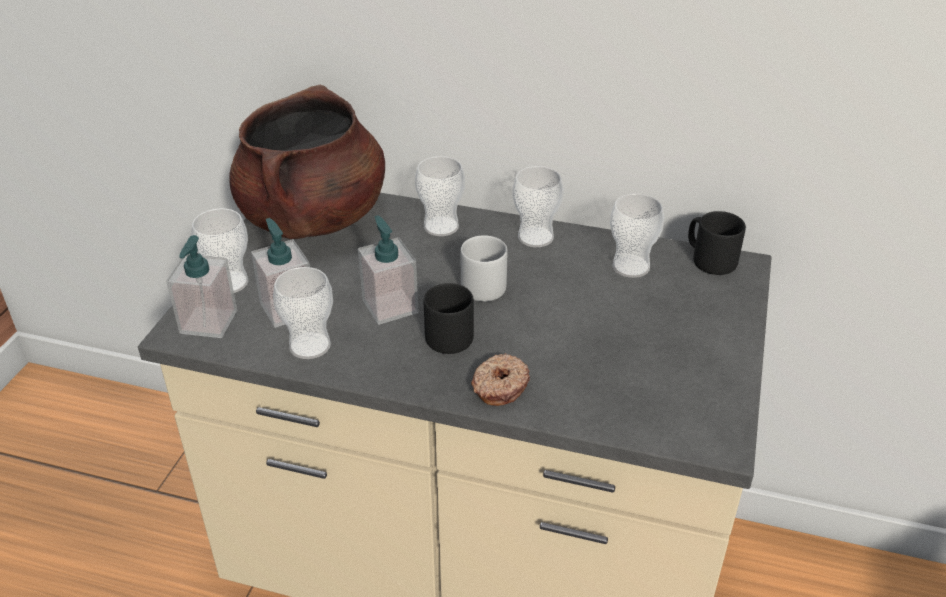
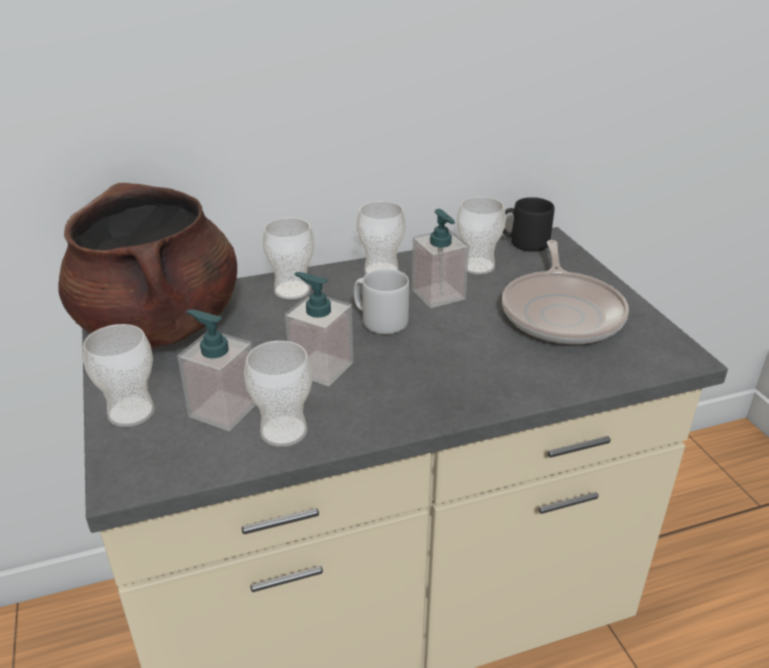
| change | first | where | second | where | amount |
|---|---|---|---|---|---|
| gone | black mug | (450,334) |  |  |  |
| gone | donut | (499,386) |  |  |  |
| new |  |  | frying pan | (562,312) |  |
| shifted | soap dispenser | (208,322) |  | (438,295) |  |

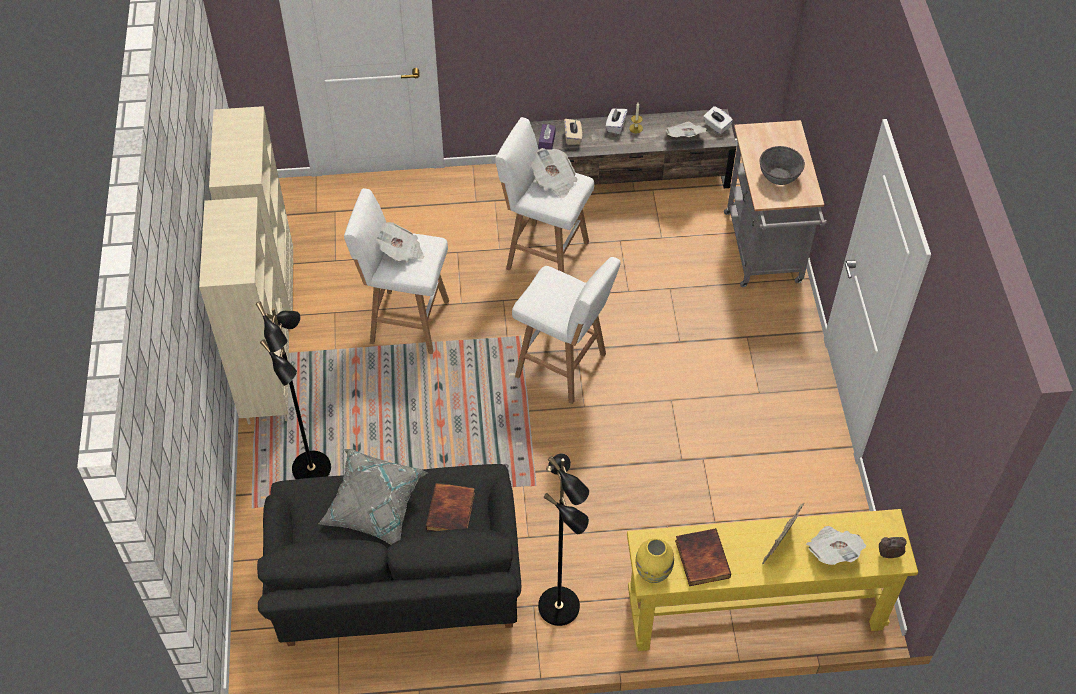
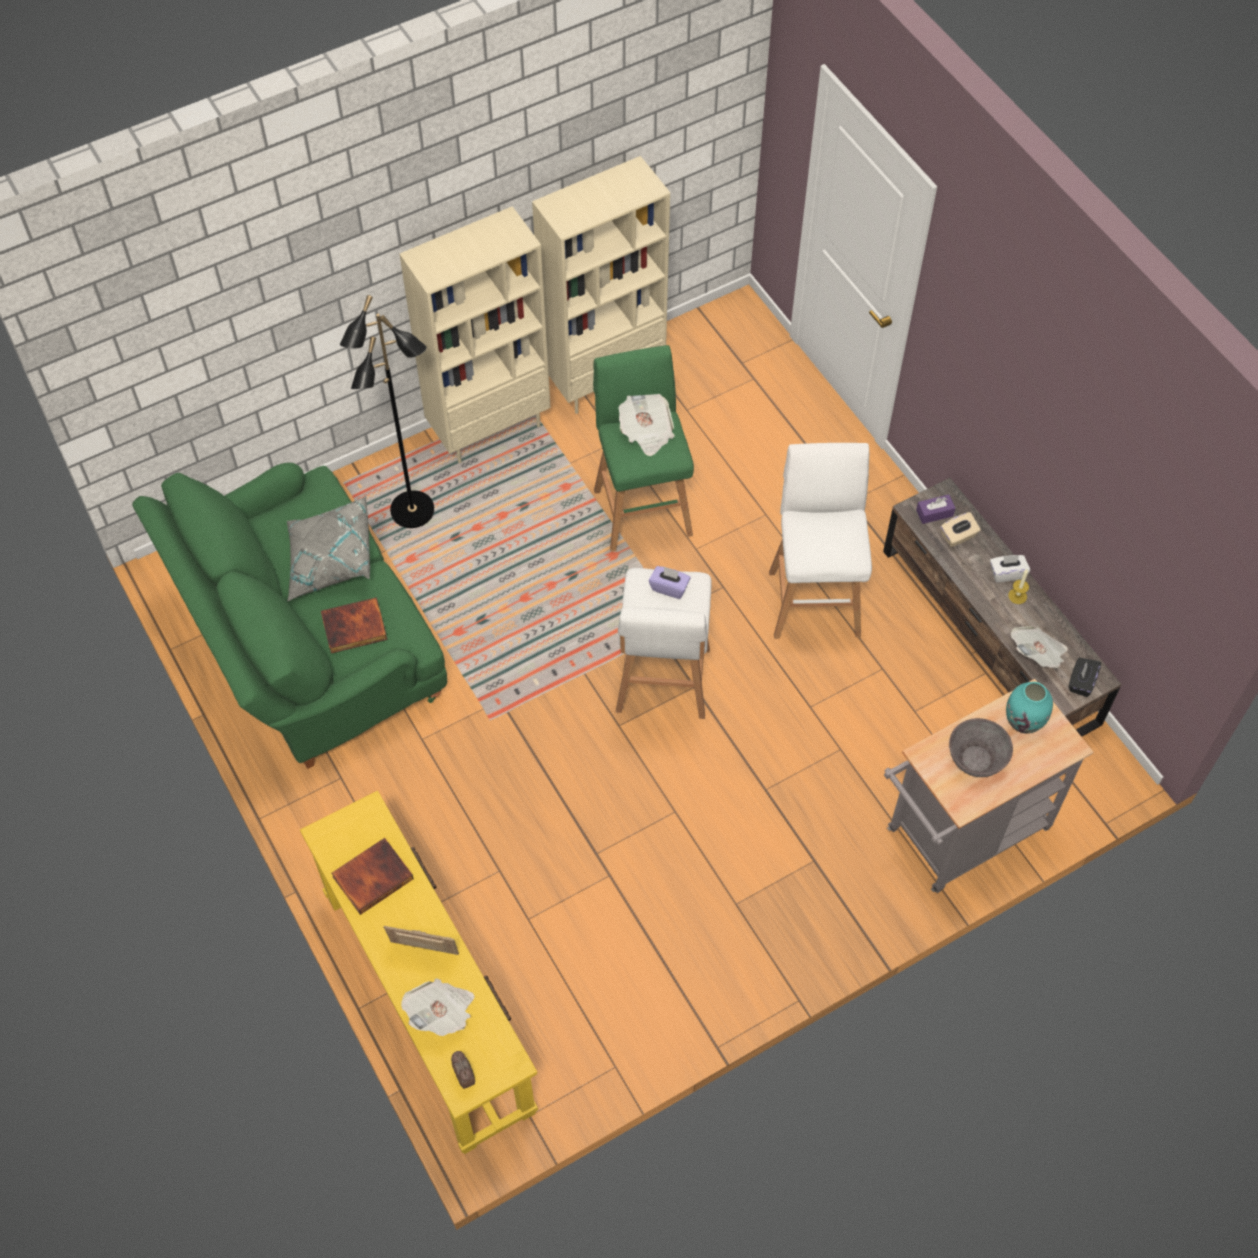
| change | first | where | second | where | amount |
|---|---|---|---|---|---|
| gone | newspaper | (554,181) |  |  |  |
| gone | black floor lamp | (560,606) |  |  |  |
| gone | yellow vase | (653,573) |  |  |  |
| new |  |  | purple tissue box | (669,587) |  |
| new |  |  | turquoise vase | (1024,721) |  |
| repainted | black sofa | (398,588) | green sofa | (308,647) |  |
| repainted | white stool | (406,321) | green stool | (642,509) |  |
| repainted | white tissue box | (716,126) | black tissue box | (1081,682) |  |

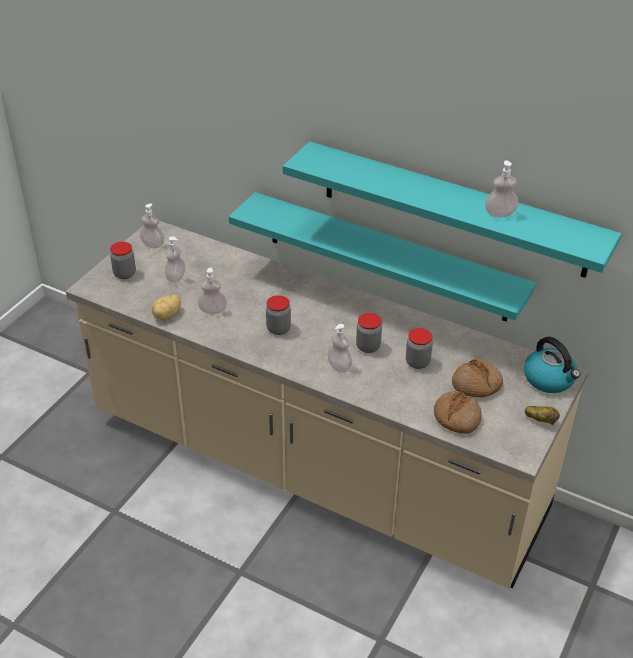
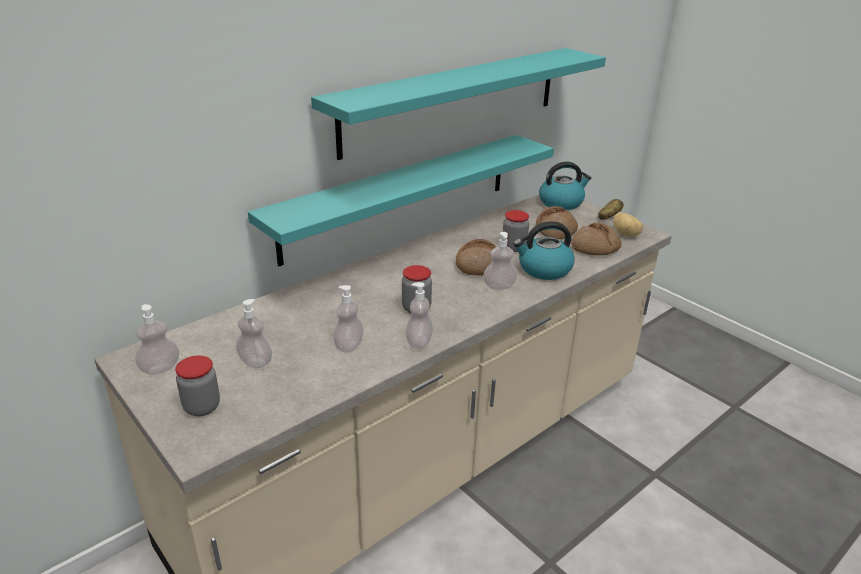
| change | first | where | second | where | amount |
|---|---|---|---|---|---|
| new |  |  | kettle | (543,269) |  |
| shifted | potato | (167,315) |  | (626,234) |  |
| shifted | soap dispenser | (500,213) |  | (419,342) |  |
| swapped | jar | (368,347) | bread | (477,265) |  |

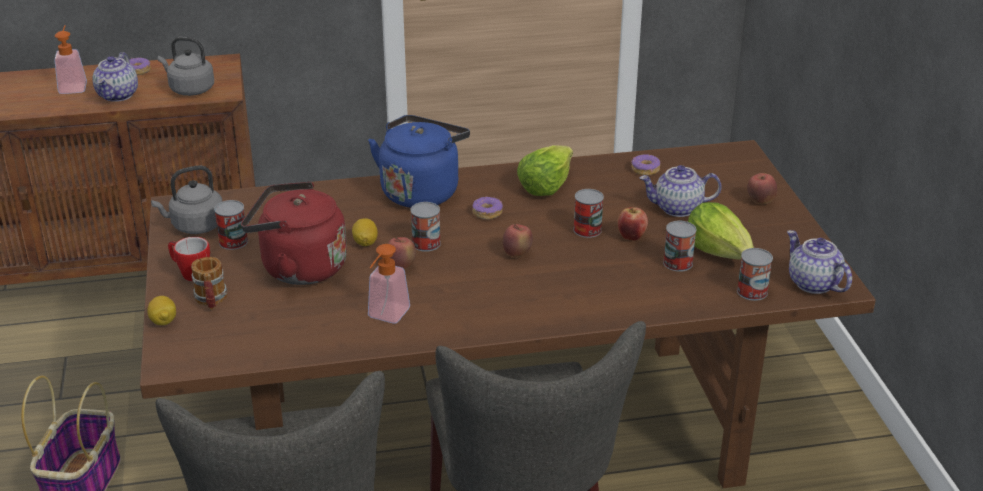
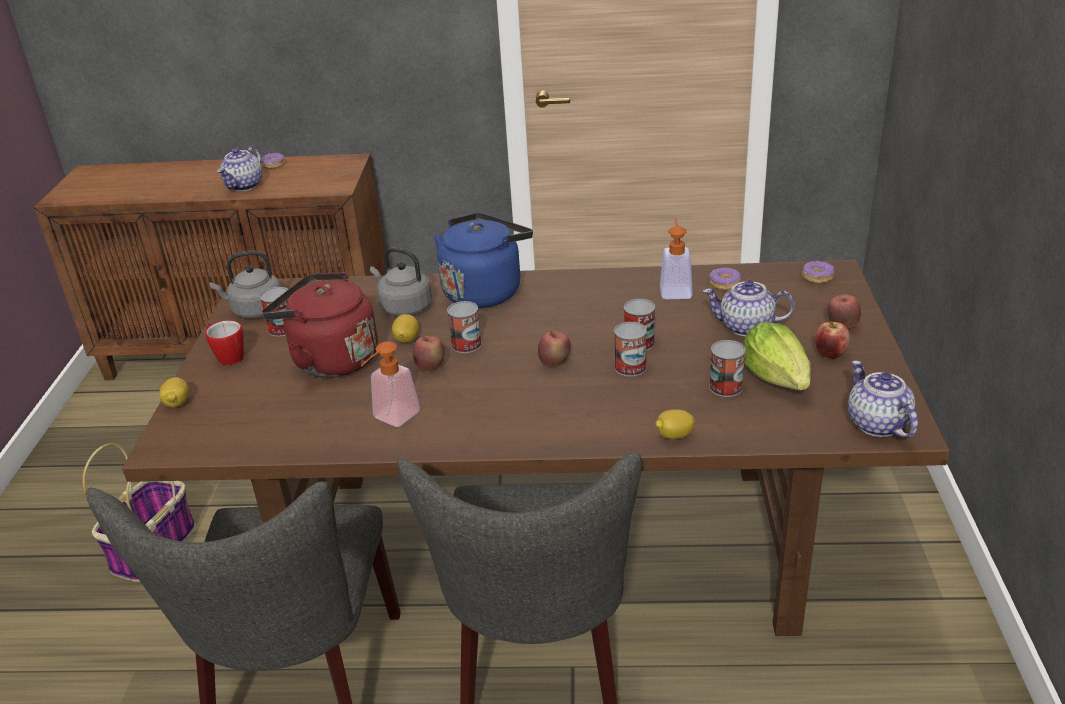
| change | first | where | second | where | amount |
|---|---|---|---|---|---|
| gone | mug | (211,301) |  |  |  |
| gone | lettuce | (545,185) |  |  |  |
| new |  |  | lemon | (674,436) |  |
| shifted | soap dispenser | (73,86) |  | (675,289) |  |
| shifted | grey kettle | (189,89) |  | (404,307) |  |
| shifted | donut | (487,213) |  | (817,277) |  |
| shifted | apple | (631,237) |  | (830,354) |  |
| shifted | can | (752,291) |  | (630,367) |  |

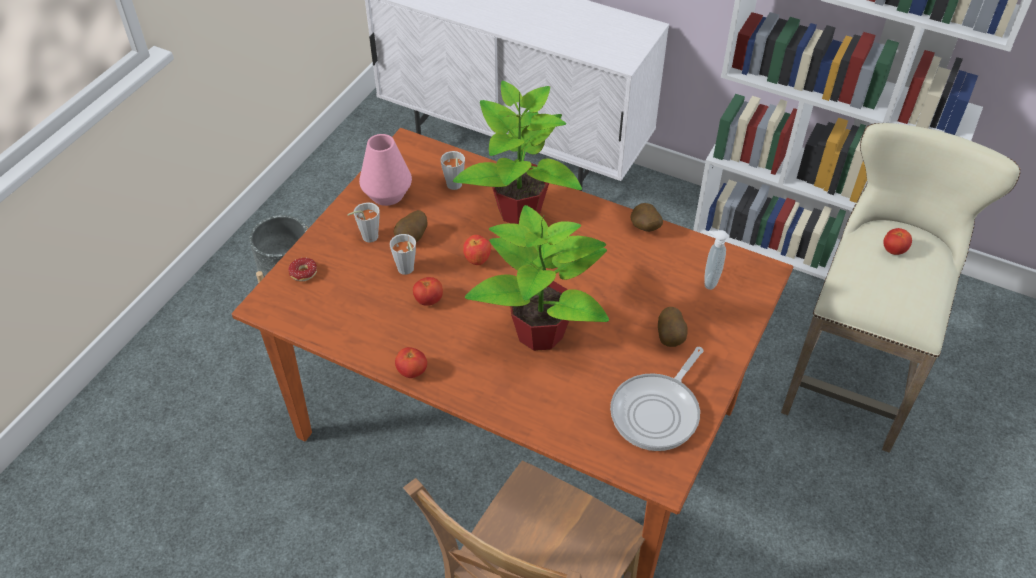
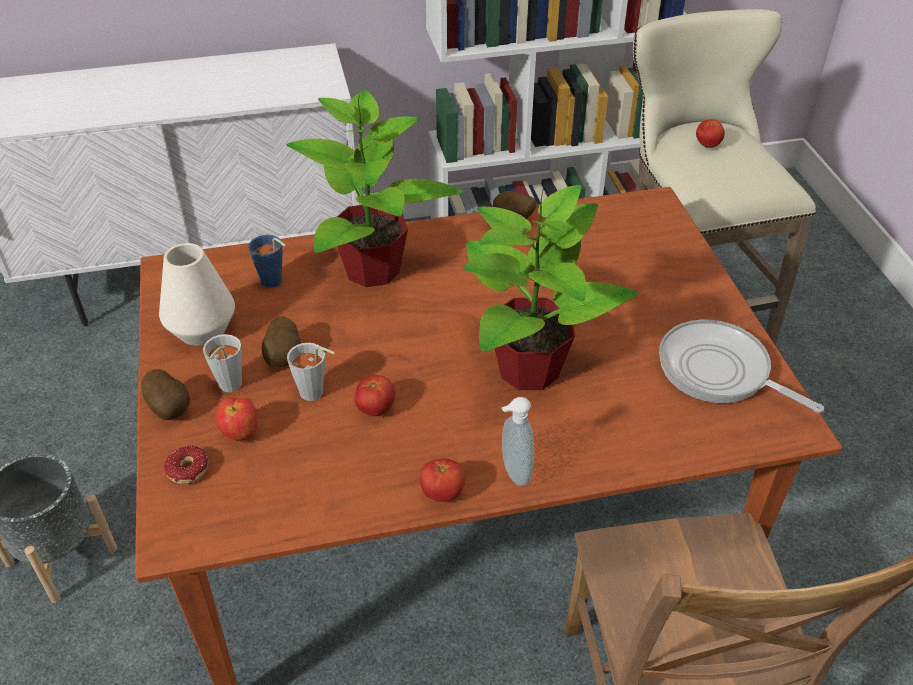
| change | first | where | second | where | amount |
|---|---|---|---|---|---|
| shifted | apple | (477,261) |  | (241,434) |  |
| shifted | potato | (671,338) |  | (170,409) |  |
| shifted | soap dispenser | (709,280) |  | (513,473) |  |
| repainted | pink vase | (387,194) | white vase | (202,329) |  |
| repainted | grey cup | (454,187) | blue cup | (274,283) |  |
| rotated | frying pan | (658,412) |  | (719,372) | 135 degrees clockwise |

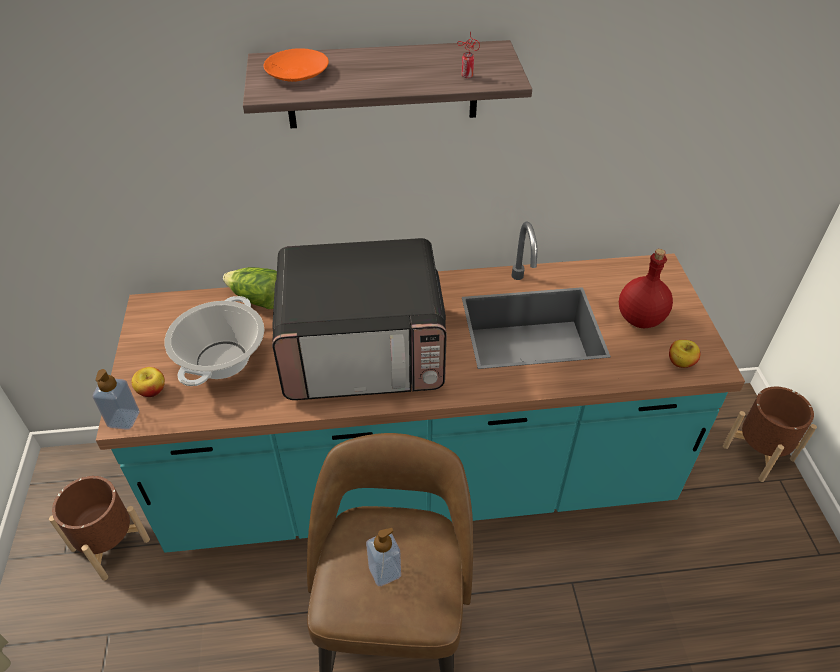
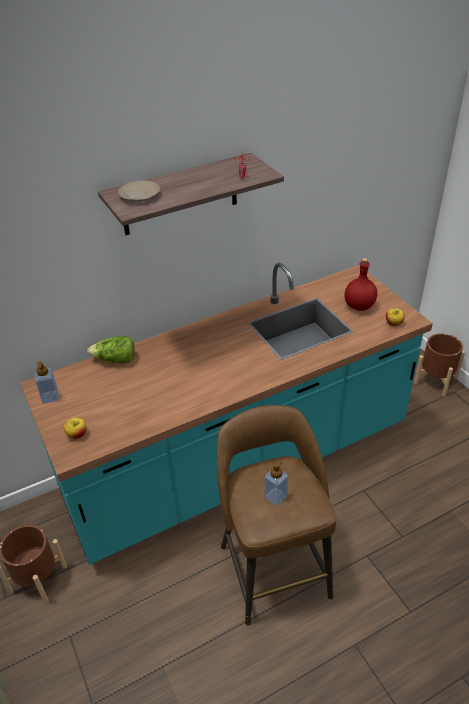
| change | first | where | second | where | amount |
|---|---|---|---|---|---|
| gone | cooking pot | (221,360) |  |  |  |
| gone | microwave | (364,351) |  |  |  |
| shifted | soap dispenser | (124,419) |  | (50,397) |  |
| repainted | orange plate | (296,73) | beige plate | (139,196) |  |

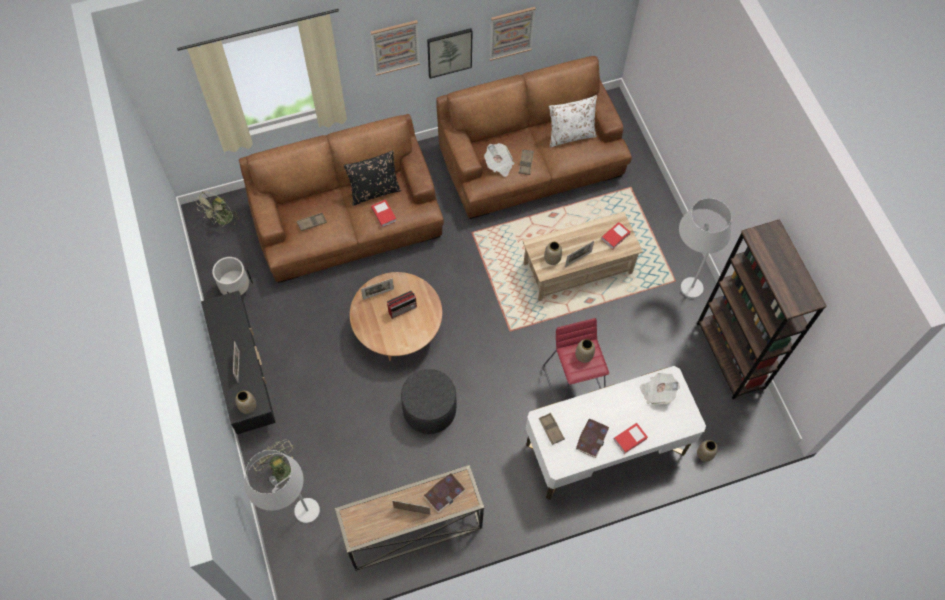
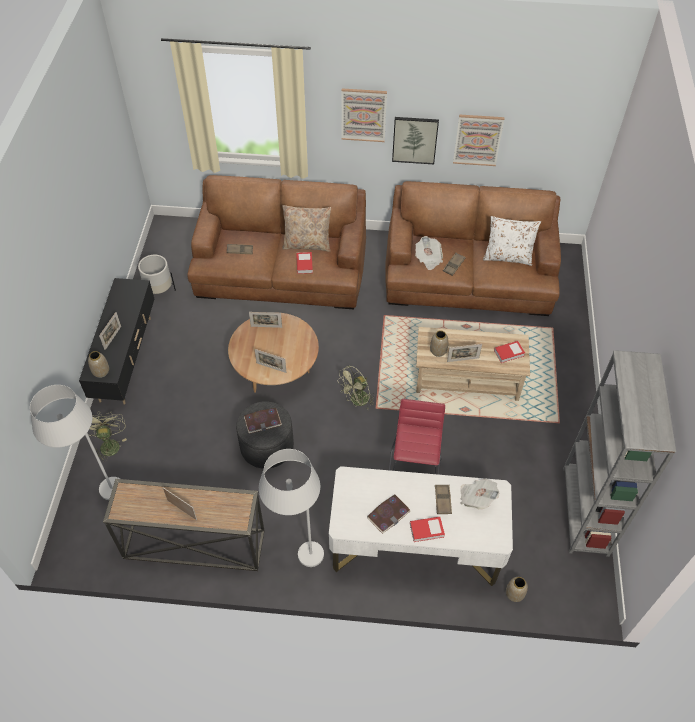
| change | first | where | second | where | amount |
|---|---|---|---|---|---|
| gone | radio | (403,309) |  |  |  |
| gone | vase | (584,356) |  |  |  |
| new |  |  | picture frame | (271,368) |  |
| shifted | green fan | (222,221) |  | (357,401) |  |
| shifted | book | (444,493) |  | (262,421) |  |
| shifted | brown tray | (551,429) |  | (442,500) |  |
| shifted | white floor lamp | (679,290) |  | (296,551) |  |
| repainted | black pillow | (374,191) | beige pillow | (307,244) |  |
| repainted | brown bookcase | (730,356) | grey bookcase | (585,511) |  |

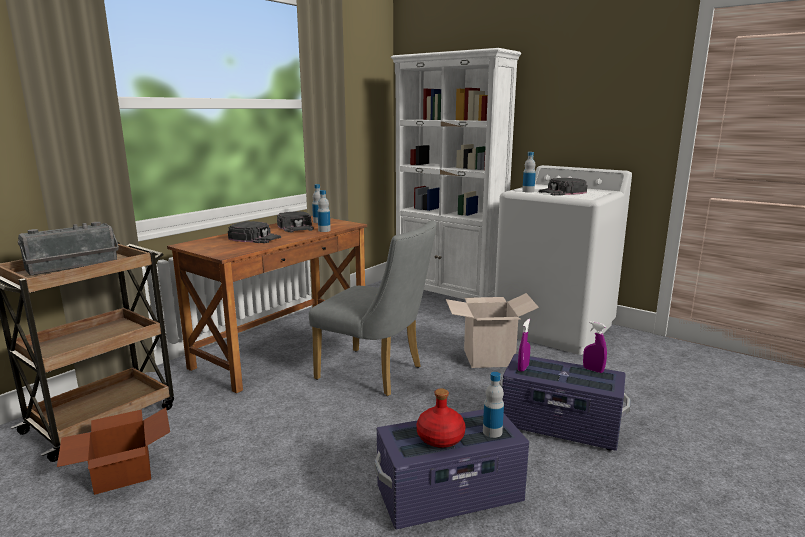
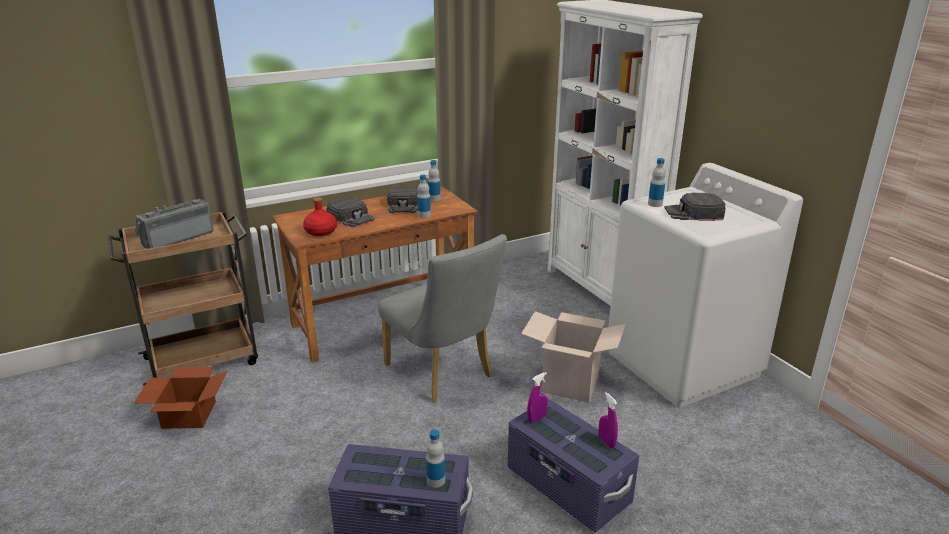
| change | first | where | second | where | amount |
|---|---|---|---|---|---|
| shifted | red bottle | (440,437) |  | (321,231) |  |
| rotated | radio | (73,268) |  | (177,238) | 150 degrees clockwise |

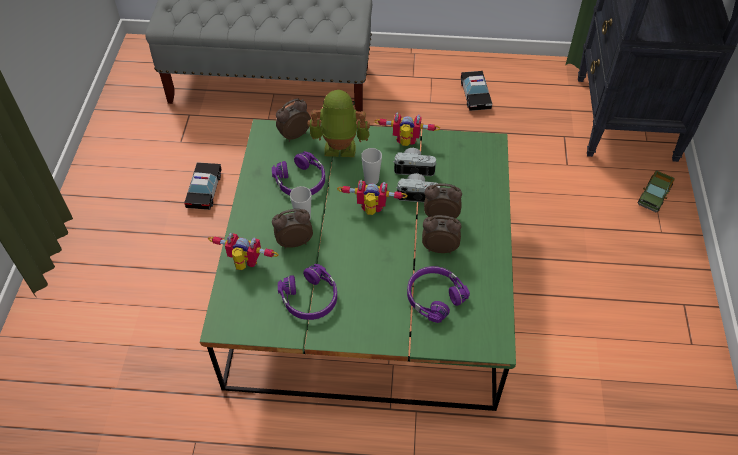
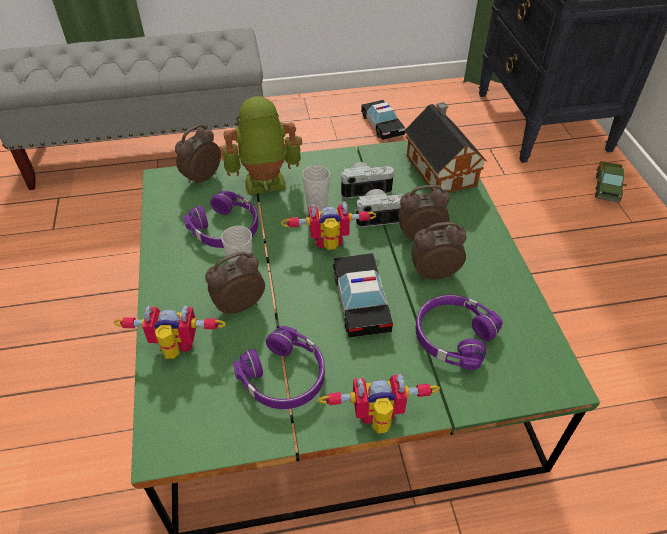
| change | first | where | second | where | amount |
|---|---|---|---|---|---|
| new |  |  | toy house | (440,168) |  |
| shifted | toy car | (204,190) |  | (361,301) |  |
| shifted | toy robot | (405,143) |  | (378,421) |  |

